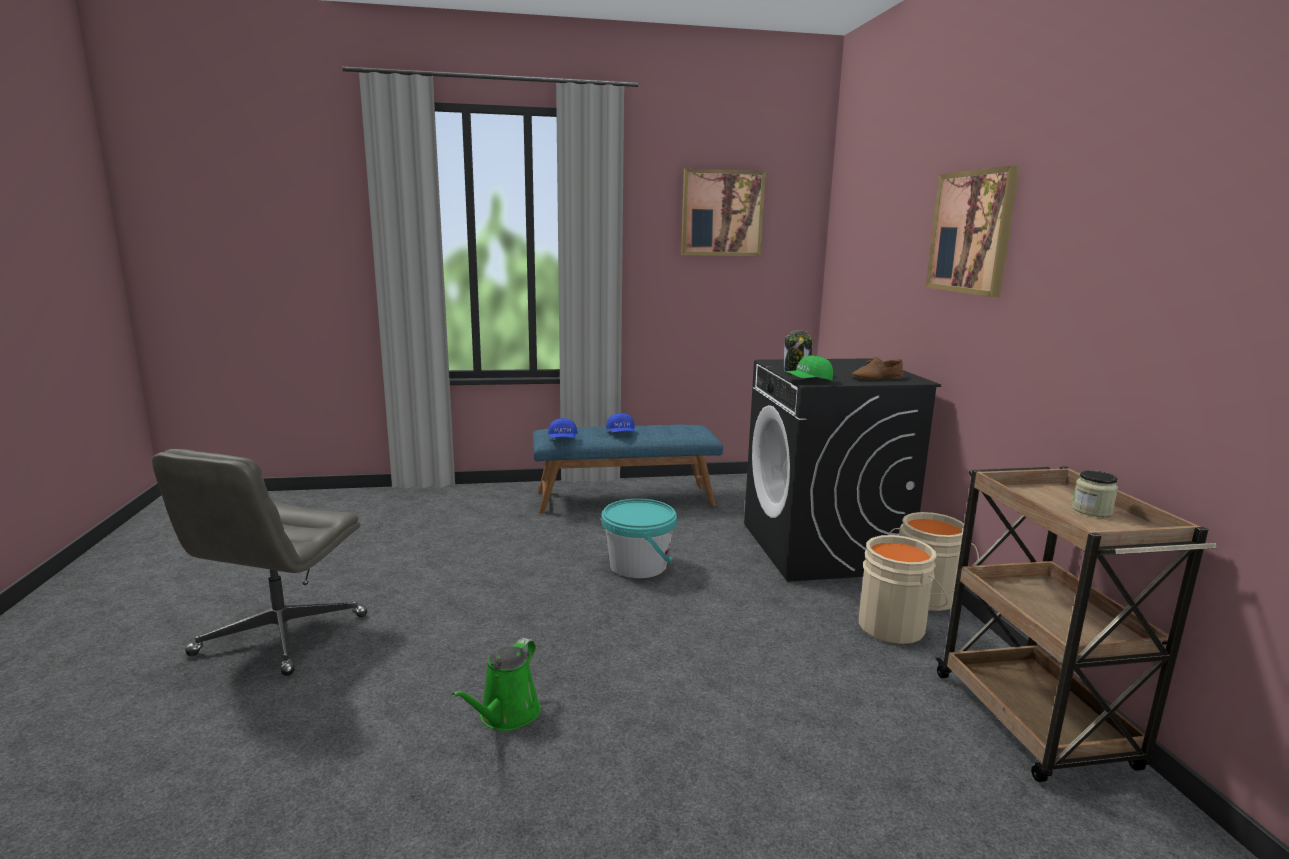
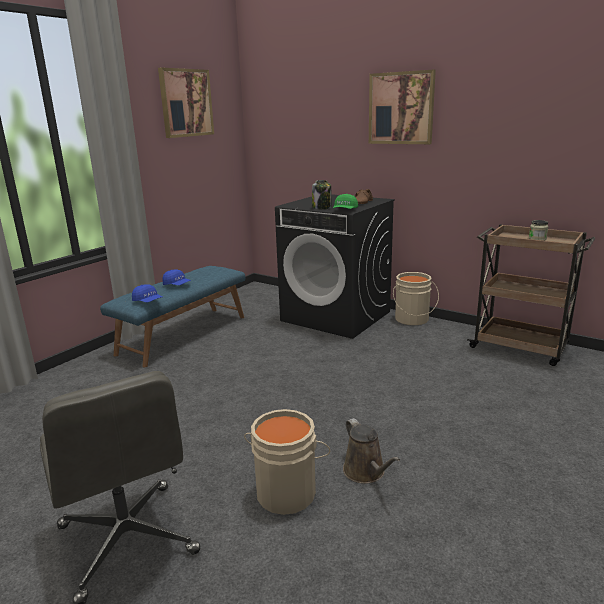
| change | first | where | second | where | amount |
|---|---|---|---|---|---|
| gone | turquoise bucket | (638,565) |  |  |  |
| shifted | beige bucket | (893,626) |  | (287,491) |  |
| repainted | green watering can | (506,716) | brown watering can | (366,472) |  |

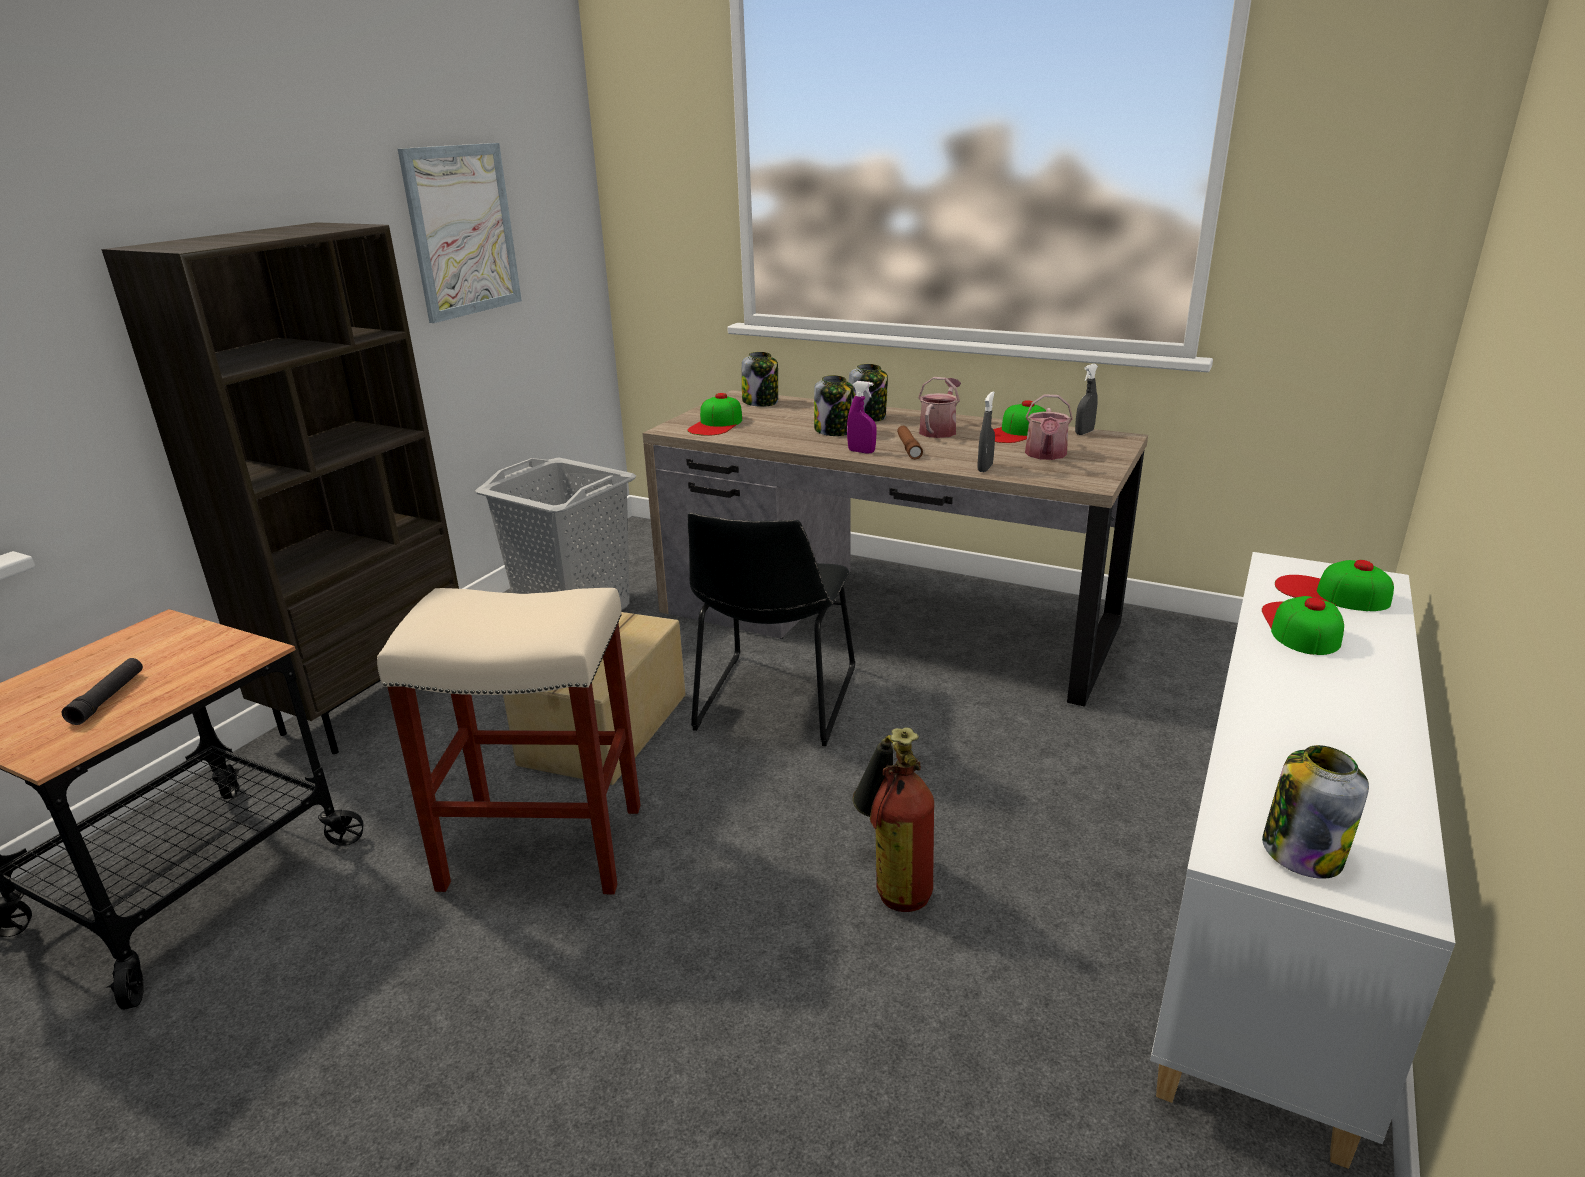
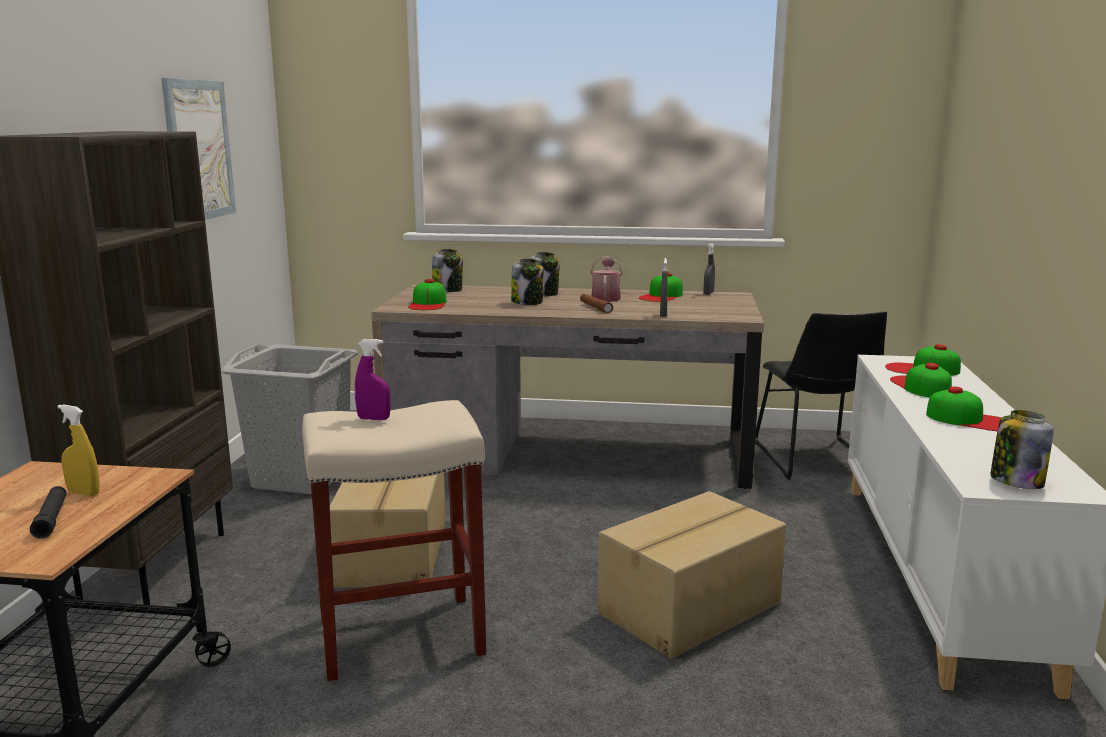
| change | first | where | second | where | amount |
|---|---|---|---|---|---|
| gone | watering can | (1046,455) |  |  |  |
| new |  |  | yellow spray bottle | (83,493) |  |
| new |  |  | cap | (970,420) |  |
| shifted | black chair | (774,703) |  | (817,460) |  |
| shifted | purple spray bottle | (861,451) |  | (373,419) |  |
| swapped | fire extinguisher | (892,881) | cardboard box | (691,608) |  |

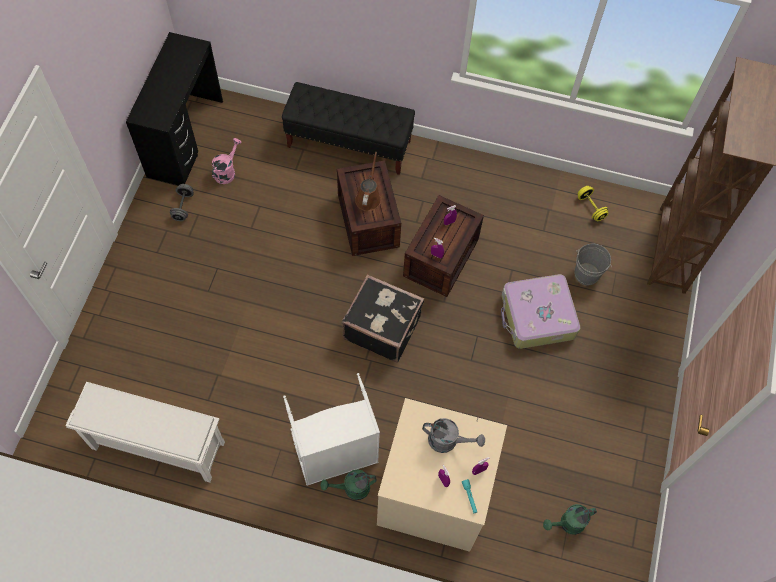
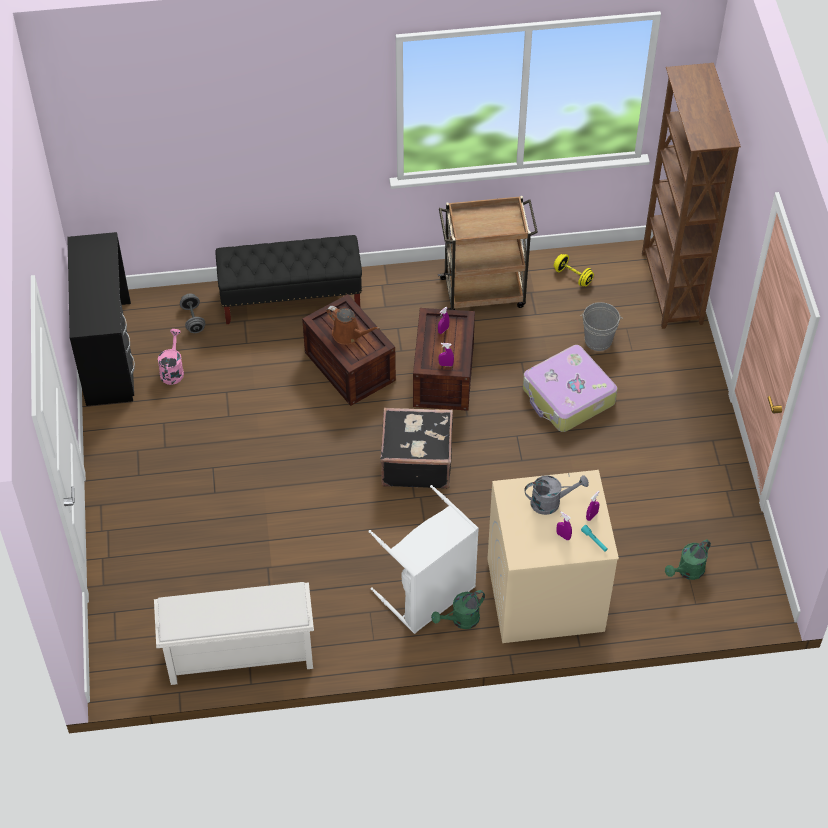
| change | first | where | second | where | amount |
|---|---|---|---|---|---|
| new |  |  | brown cart | (484,292) |  |
| shifted | grey dumbbell | (183,207) |  | (193,319) |  |
| rotated | brown watering can | (368,197) |  | (349,335) | 135 degrees clockwise |

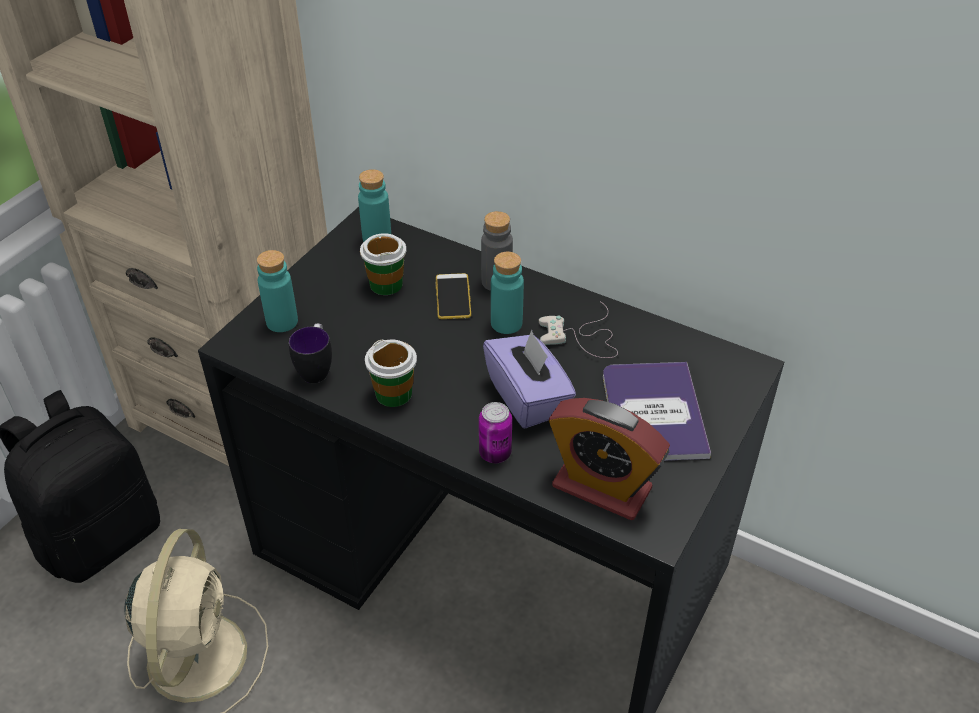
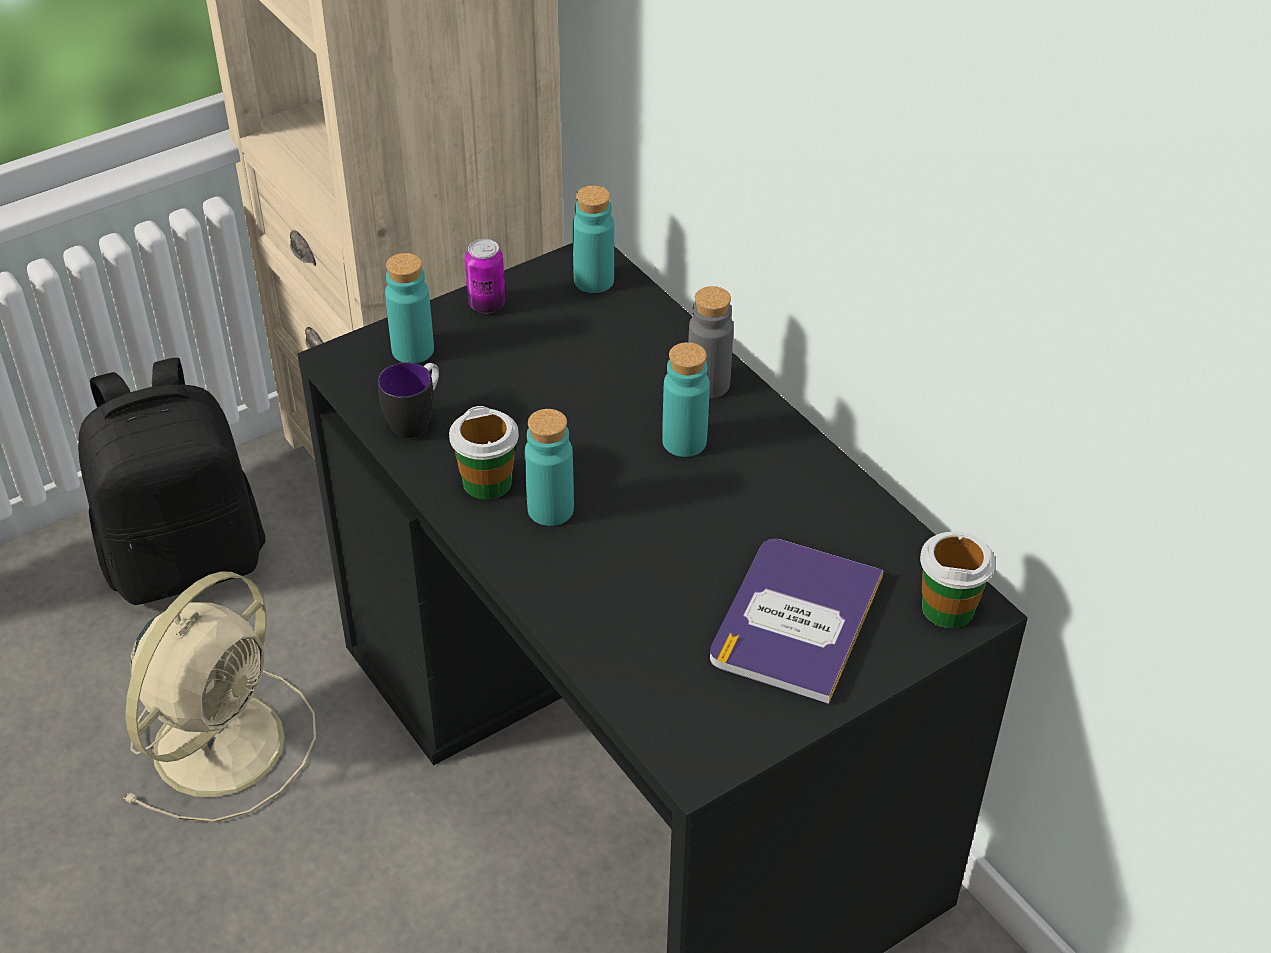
| change | first | where | second | where | amount |
|---|---|---|---|---|---|
| gone | phone | (453,297) |  |  |  |
| gone | purple tissue box | (528,398) |  |  |  |
| gone | white game controller | (582,337) |  |  |  |
| gone | alarm clock | (601,487) |  |  |  |
| new |  |  | turquoise bottle | (550,509) |  |
| shifted | cup | (386,284) |  | (948,607) |  |
| shifted | can | (495,453) |  | (487,304) |  |

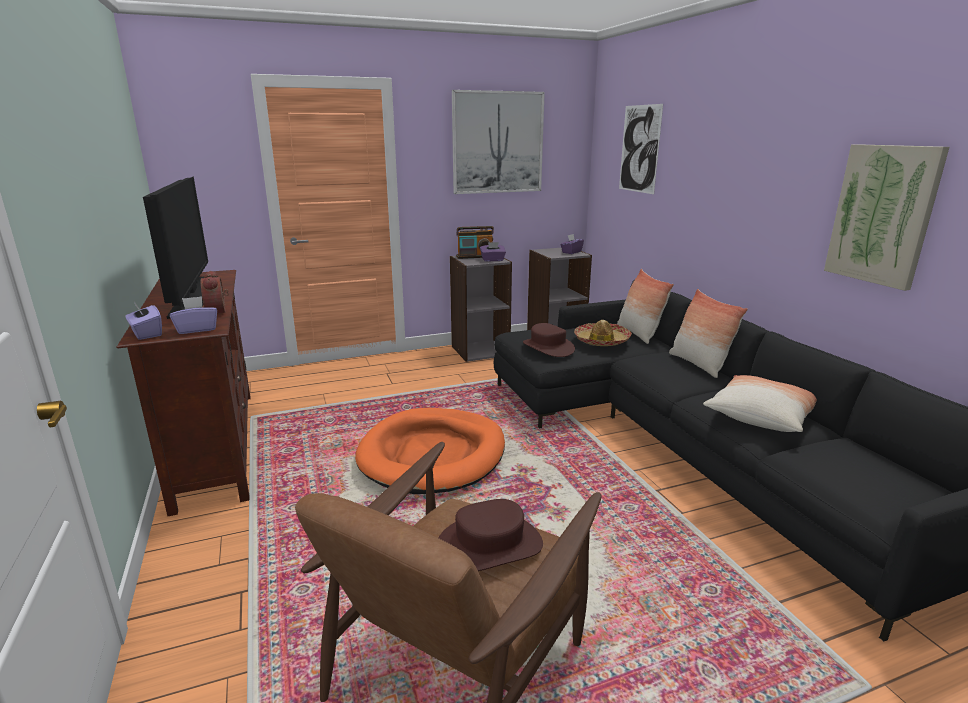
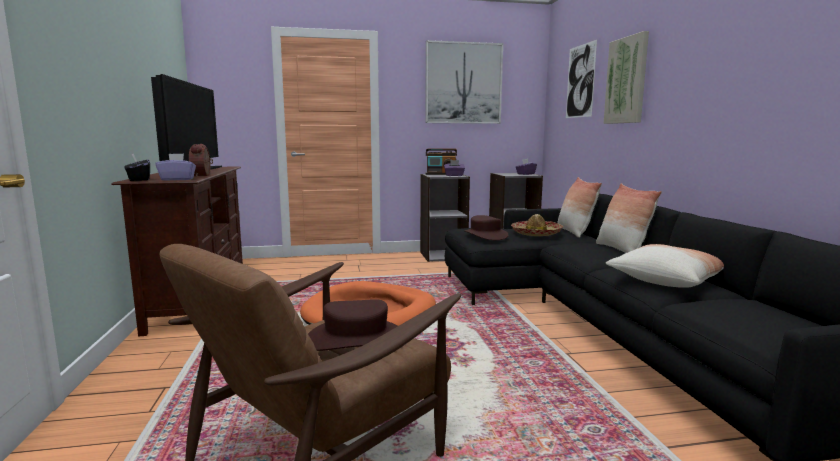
| change | first | where | second | where | amount |
|---|---|---|---|---|---|
| shifted | picture | (882,215) |  | (626,80) |  |
| repainted | purple tissue box | (146,334) | black tissue box | (139,180) |  |

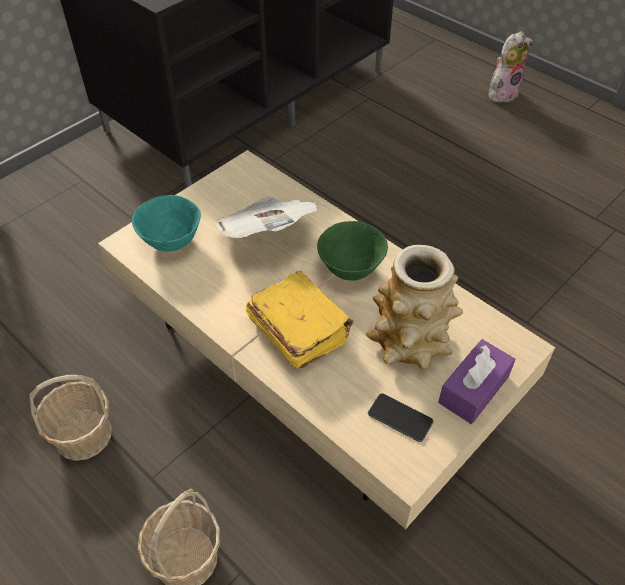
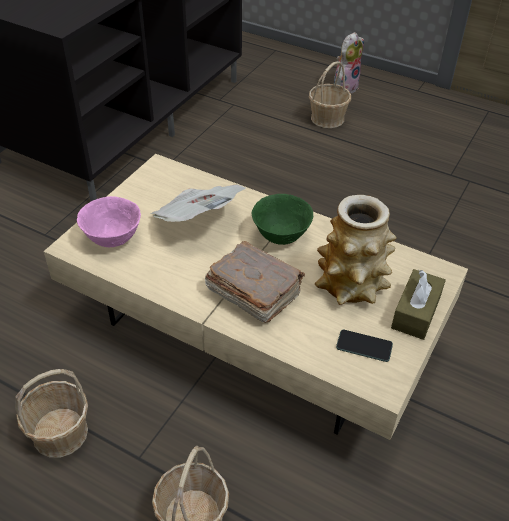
| change | first | where | second | where | amount |
|---|---|---|---|---|---|
| new |  |  | basket | (327,118) |  |
| repainted | turquoise bowl | (171,241) | pink bowl | (113,239) |  |
| repainted | yellow book | (298,329) | brown book | (253,292) |  |
| repainted | purple tissue box | (473,389) | brown tissue box | (416,312) |  |

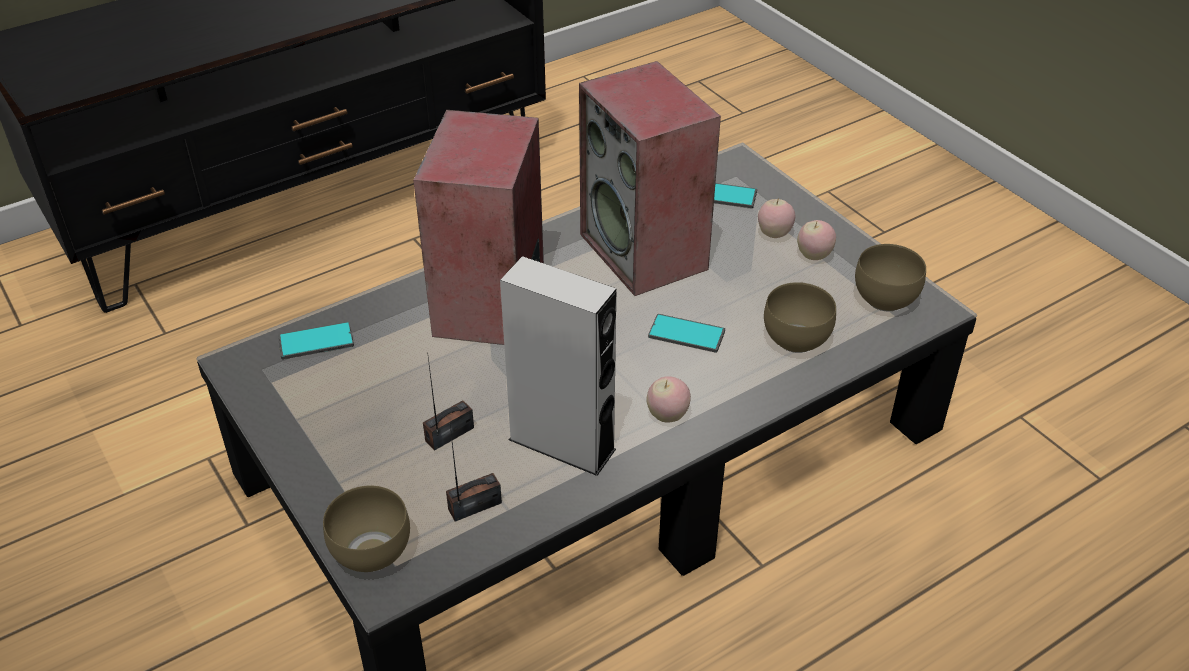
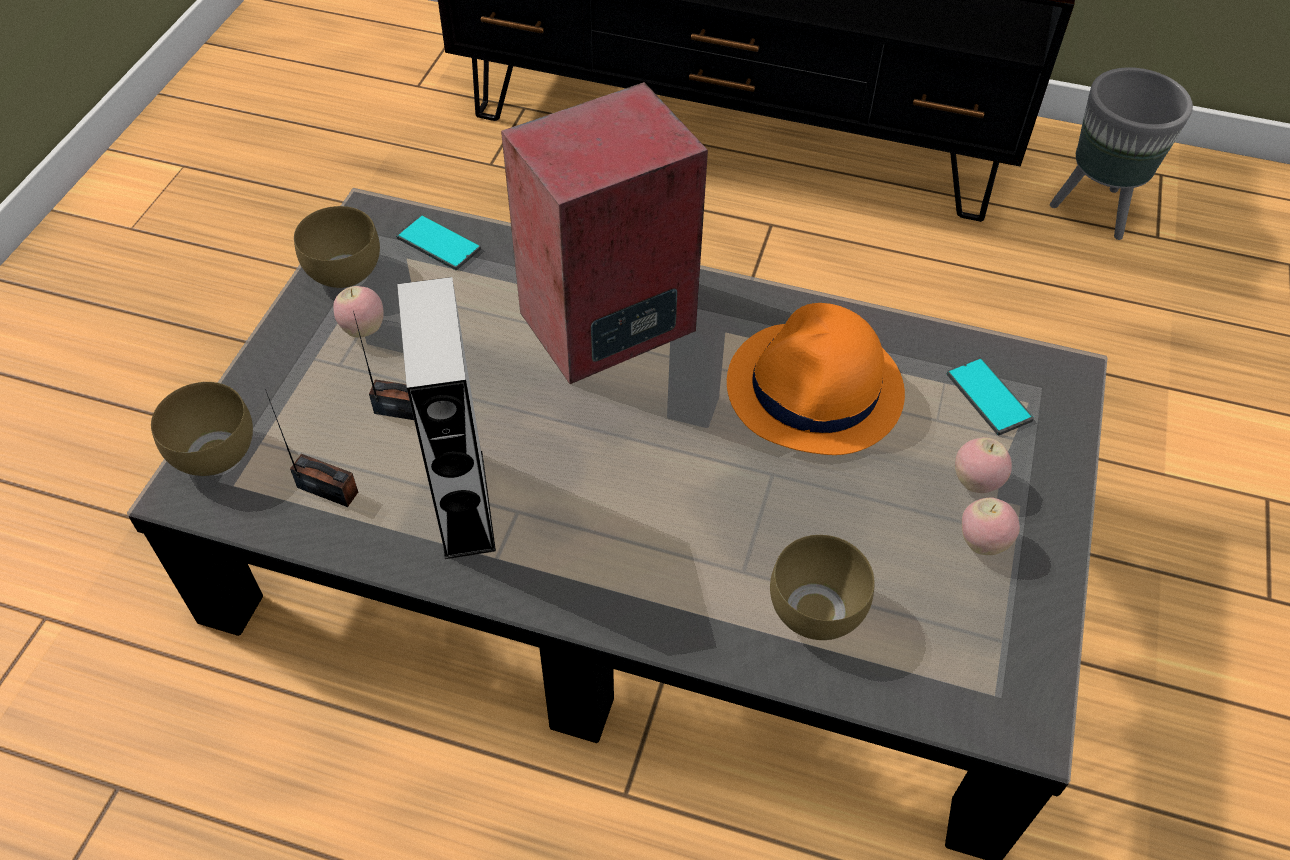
| change | first | where | second | where | amount |
|---|---|---|---|---|---|
| gone | phone | (686,334) |  |  |  |
| new |  |  | grey planter | (1095,211) |  |
| shifted | apple | (667,415) |  | (363,329) |  |
| shifted | brown bowl | (883,301) |  | (341,273) |  |
| swapped | speaker | (646,252) | orange hat | (815,390) |  |

